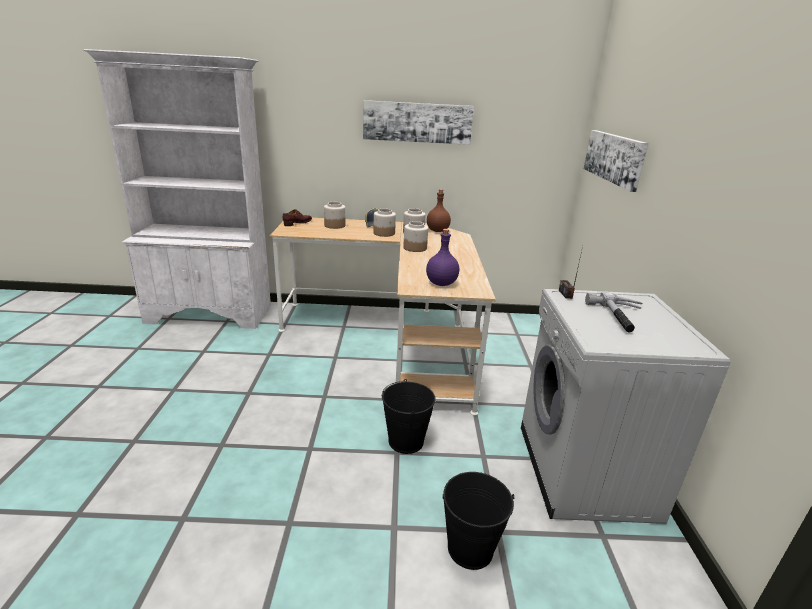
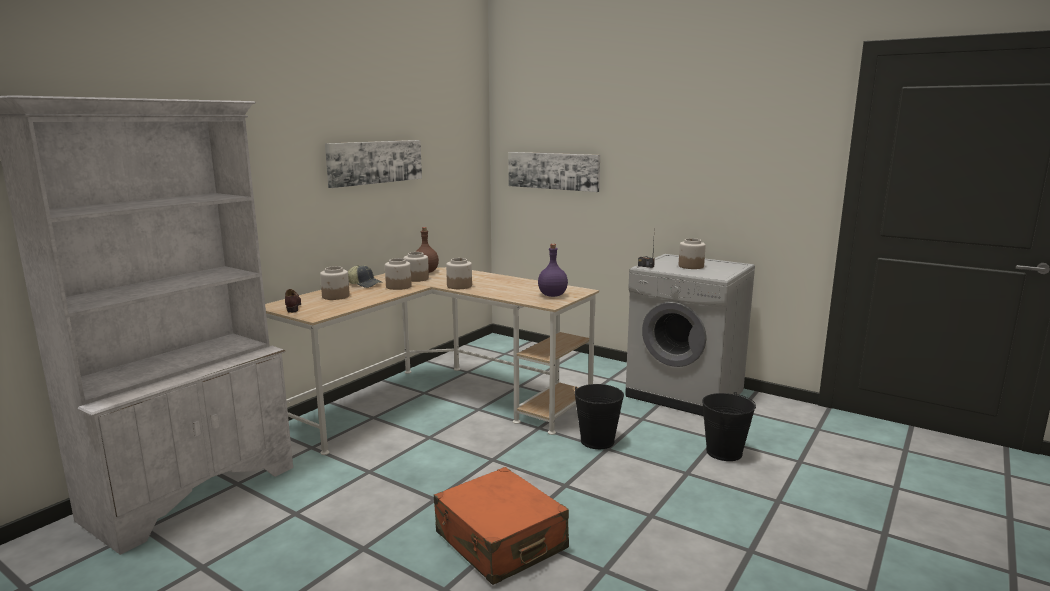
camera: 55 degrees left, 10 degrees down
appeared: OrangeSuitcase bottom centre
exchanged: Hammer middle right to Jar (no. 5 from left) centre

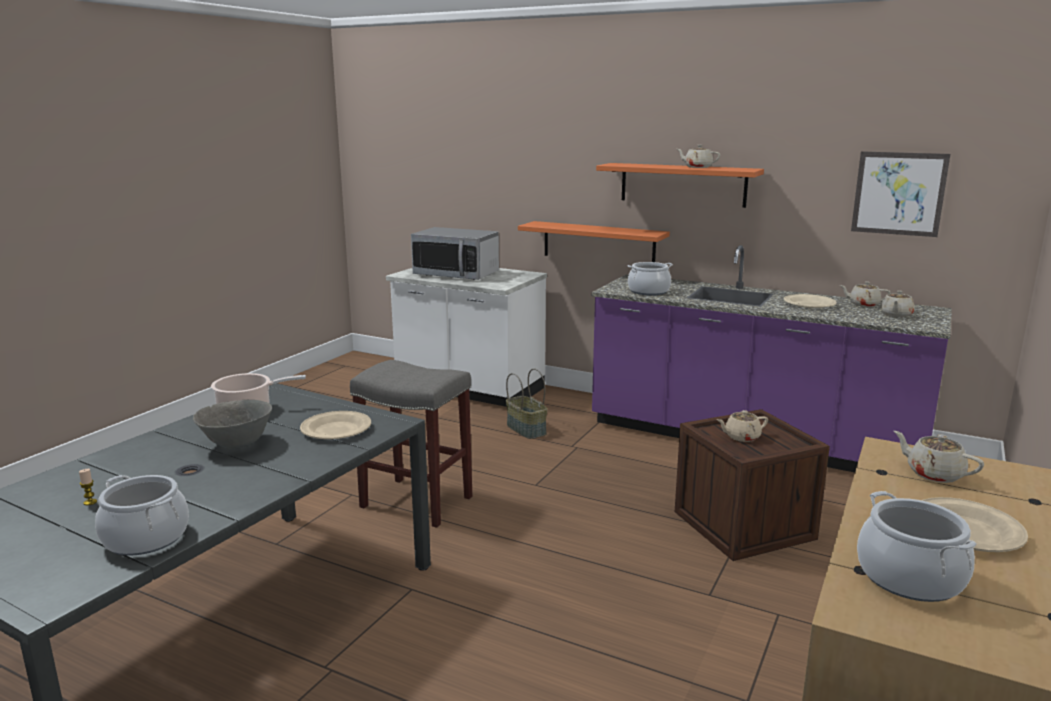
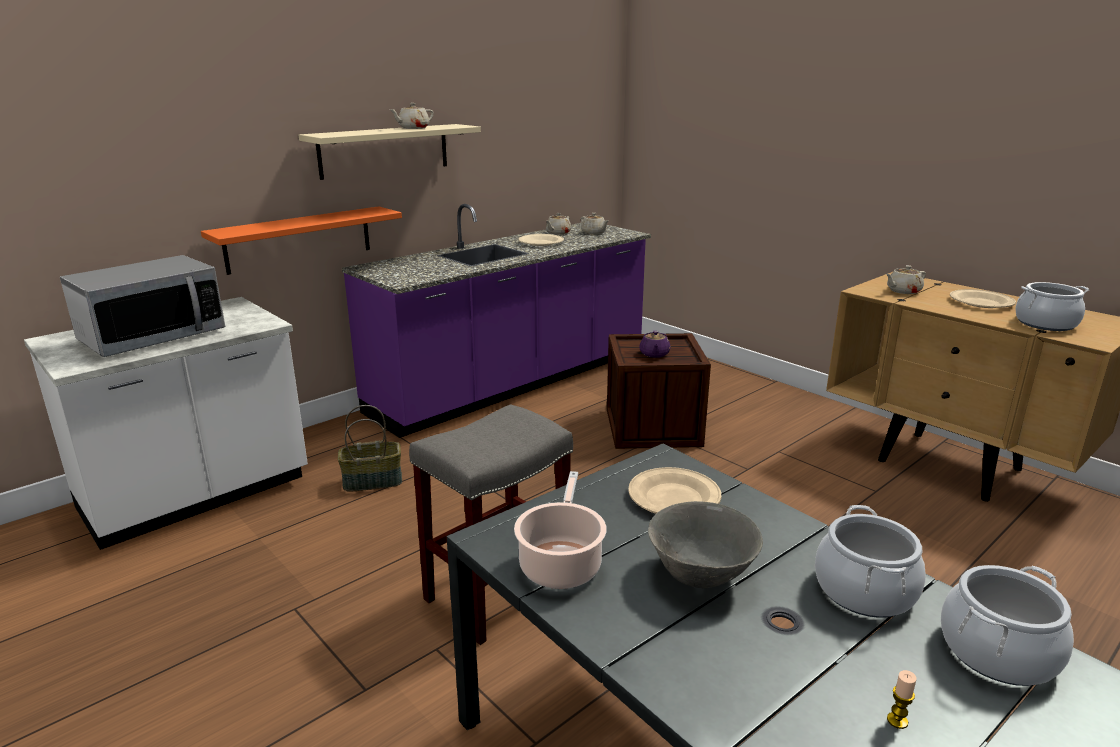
camera: 70 degrees left, 5 degrees up
missing: Picture top right
relocated: CookingPot (no. 3 from left in the first image) centre to CookingPot (no. 2 from left) bottom right
colour: OrangeShelf (no. 2 from left) top centre to BeigeShelf top centre; BeigeTeapot (no. 2 from left) middle right to PurpleTeapot centre

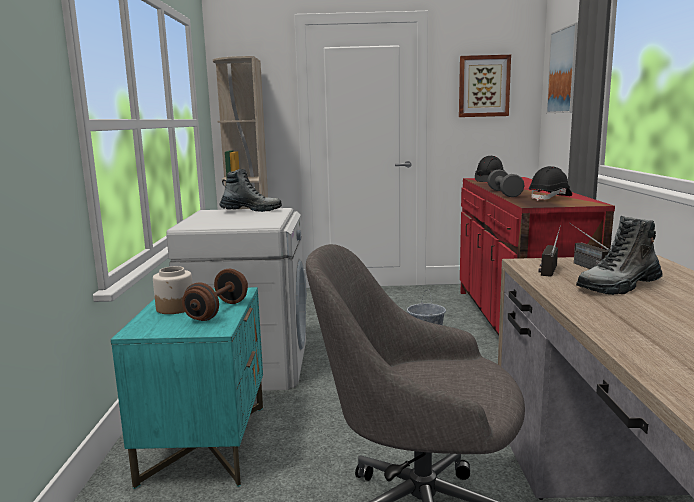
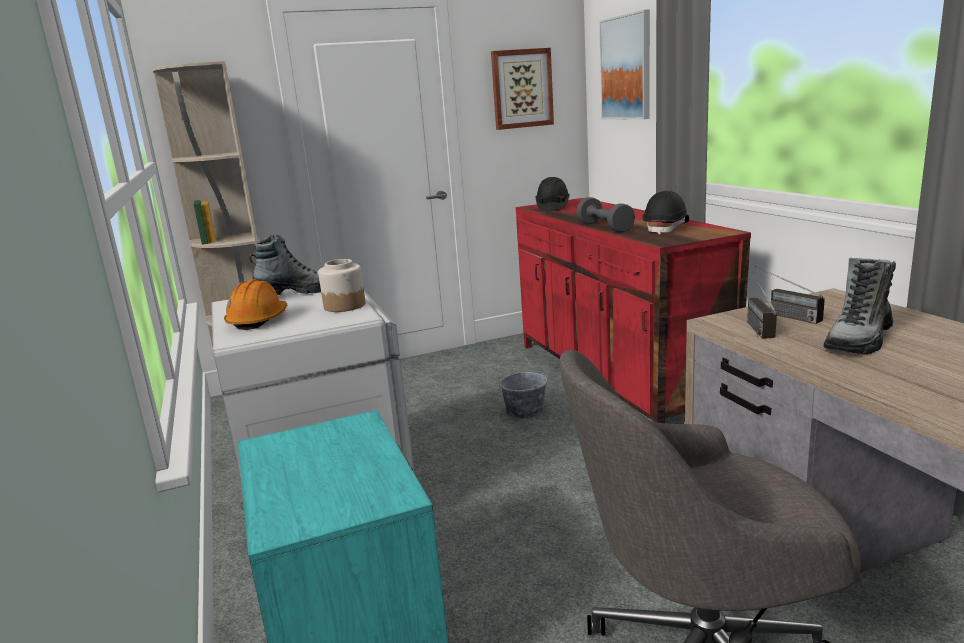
camera: 20 degrees left, 5 degrees up
missing: BrownDumbbell middle left
appeared: OrangeHardHat middle left
relocated: Jar middle left to centre

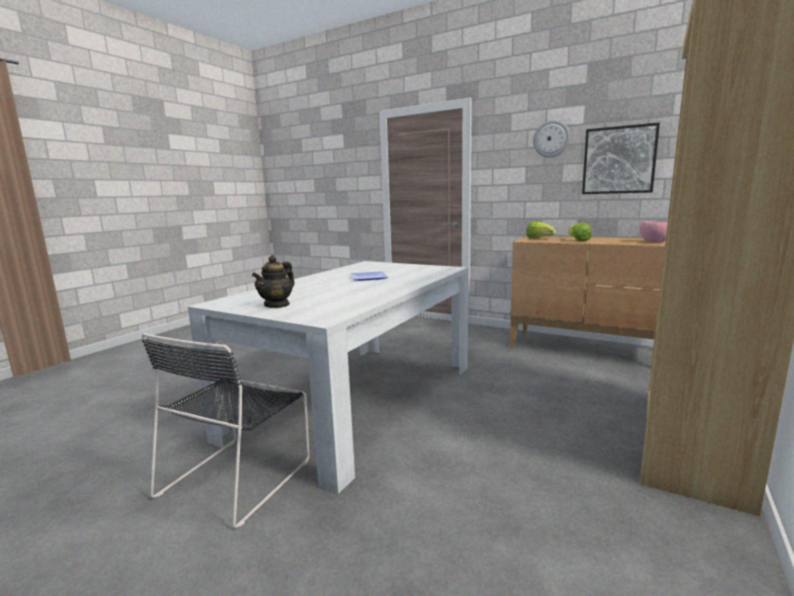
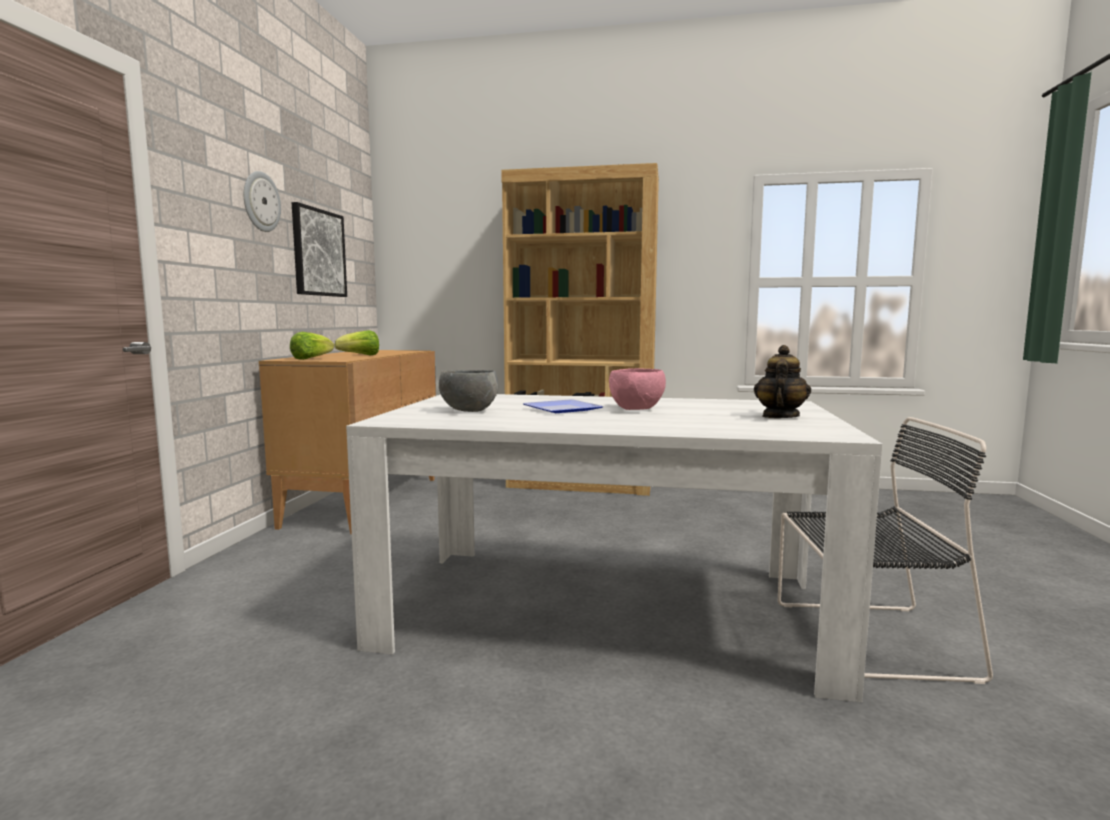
camera: 110 degrees left, 5 degrees down
appeared: GreyBowl centre
relocated: PinkBowl middle right to centre
spun: Teapot centre = middle right 75 degrees counterclockwise

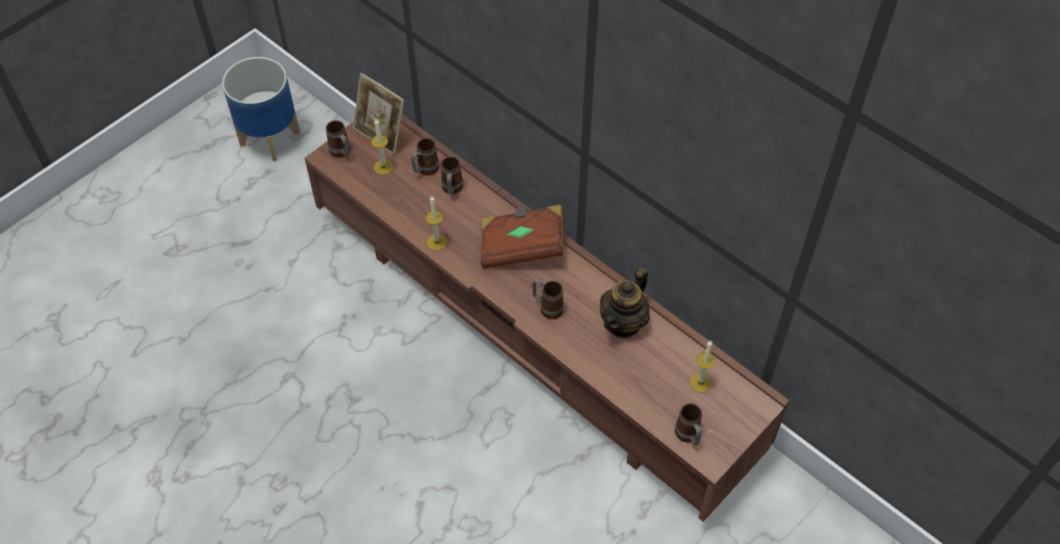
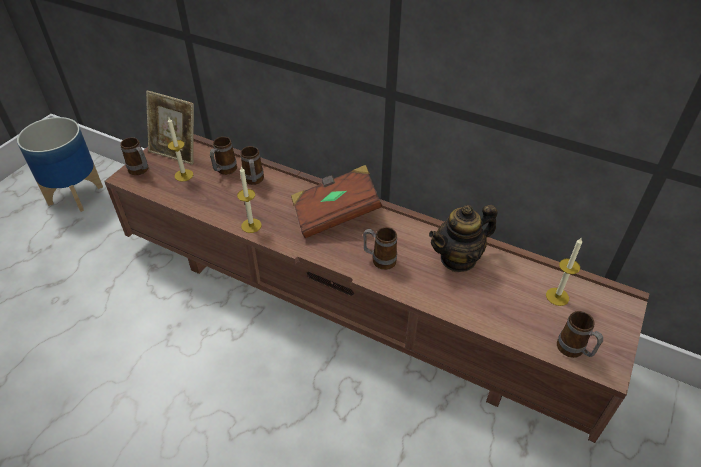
camera: 15 degrees left, 10 degrees down
spun: Teapot centre = centre 45 degrees clockwise

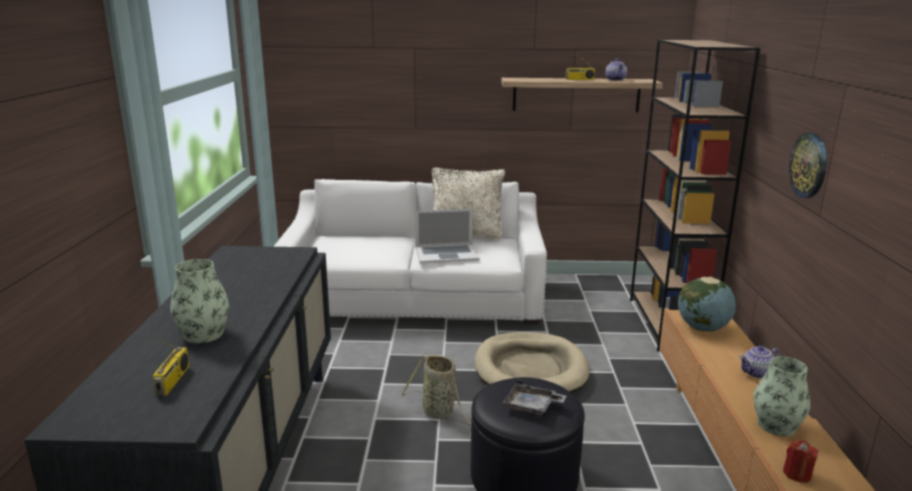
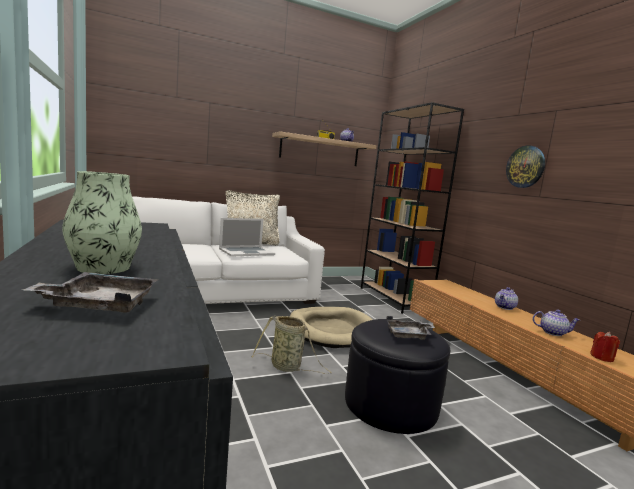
camera: 25 degrees left, 10 degrees down
missing: Globe middle right
exchanged: Radio (no. 1 from left) bottom left to GreyTray (no. 1 from left) middle left; Vase (no. 2 from left) bottom right to Teapot (no. 3 from left) middle right

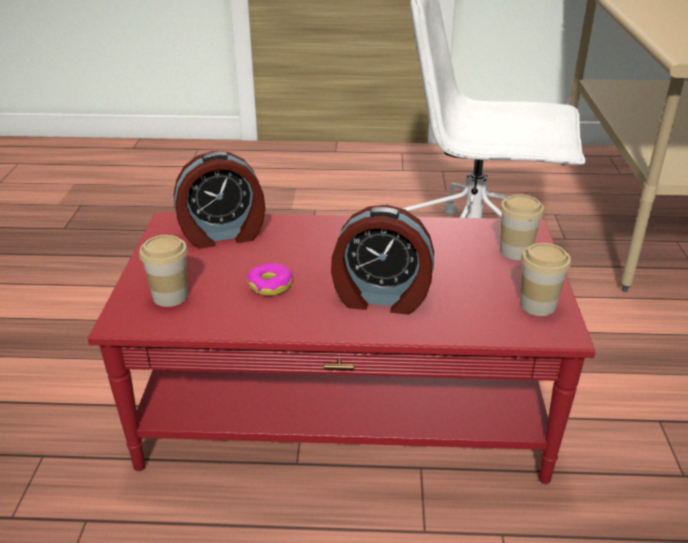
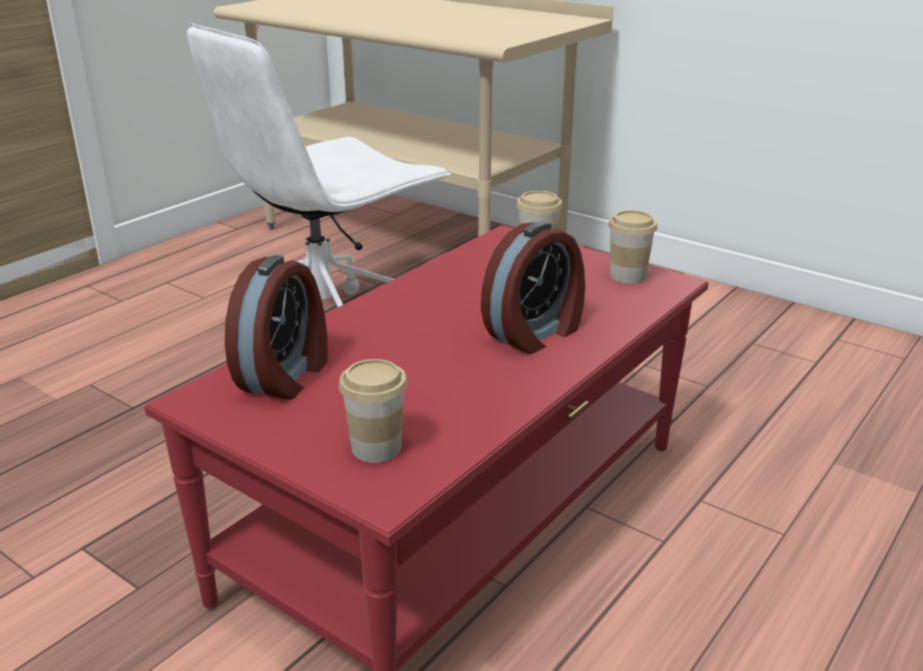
camera: 55 degrees left, 5 degrees down
missing: Donut centre

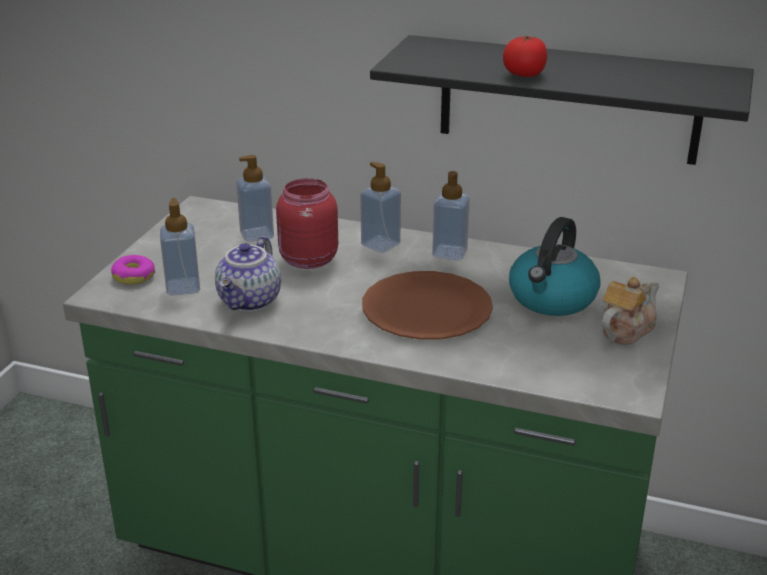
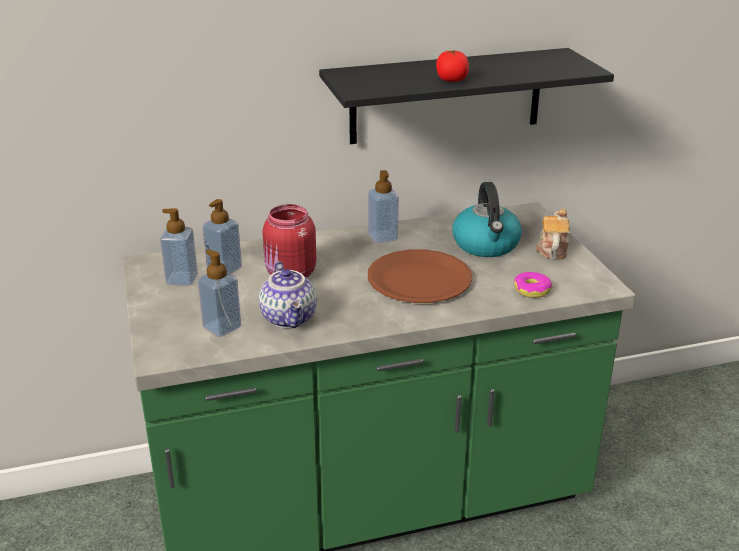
camera: 35 degrees left, 0 degrees up
relocated: SoapDispenser (no. 3 from left in the first image) centre to SoapDispenser (no. 1 from left) middle left; Donut middle left to middle right

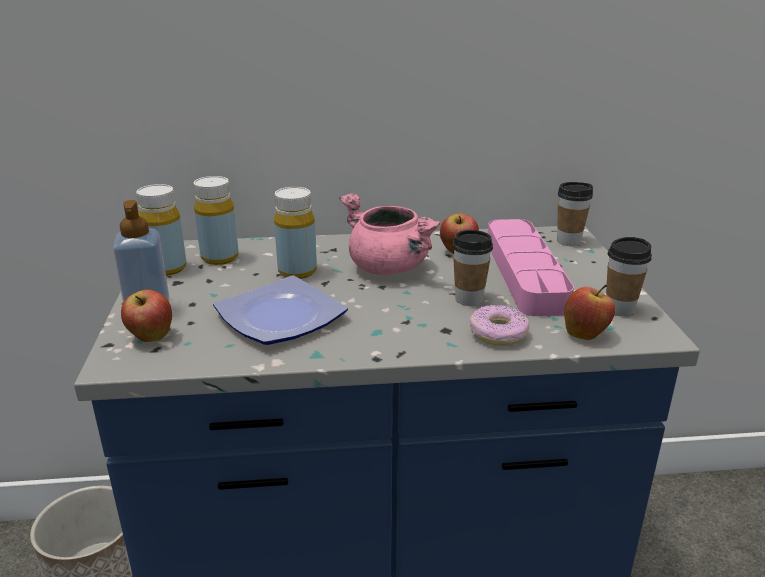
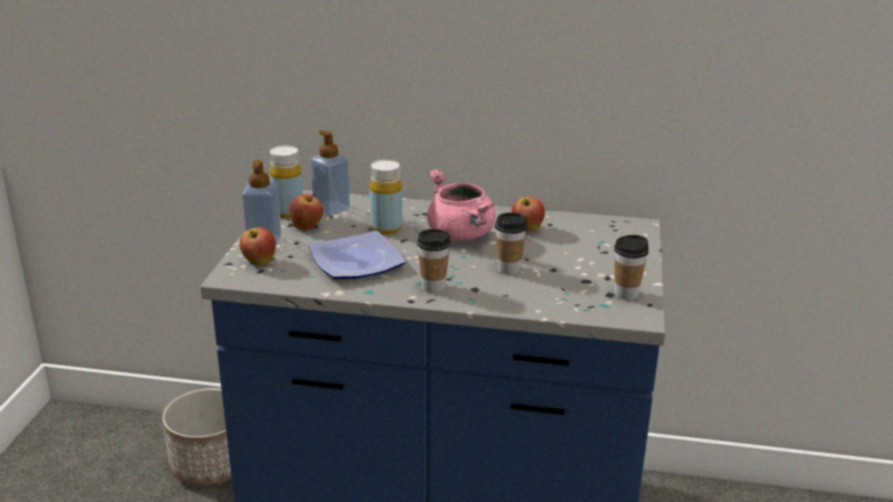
camera: 15 degrees right, 0 degrees up
missing: Donut centre; PinkTray middle right
relocated: Apple (no. 3 from left in the first image) middle right to Apple (no. 2 from left) centre; Cup (no. 2 from left in the first image) middle right to Cup (no. 1 from left) centre
exchanged: YellowBottle (no. 2 from left) middle left to SoapDispenser (no. 2 from left) centre

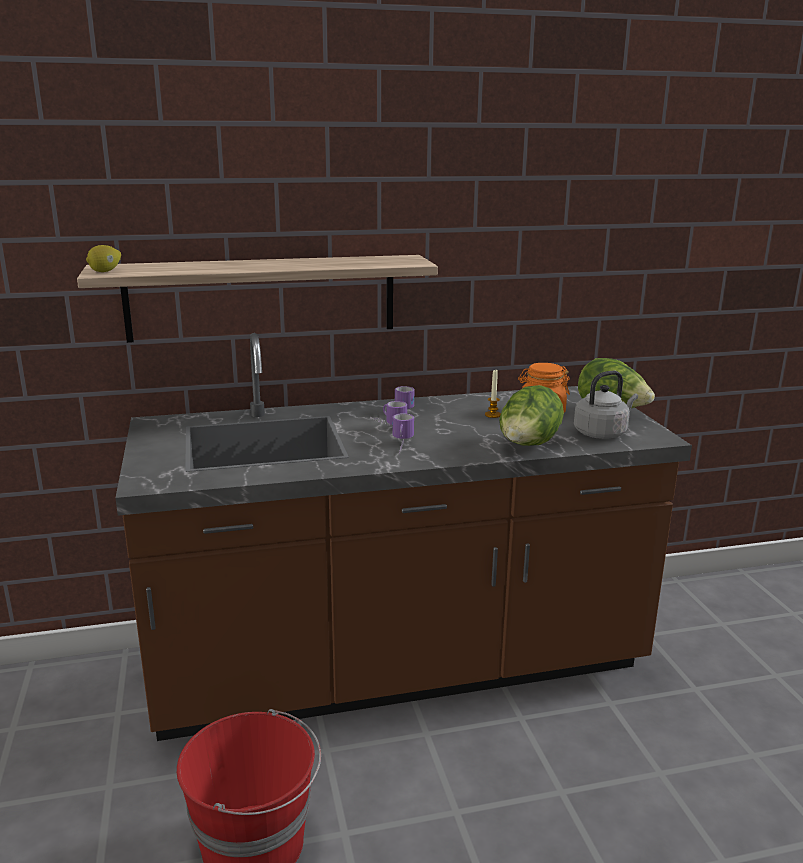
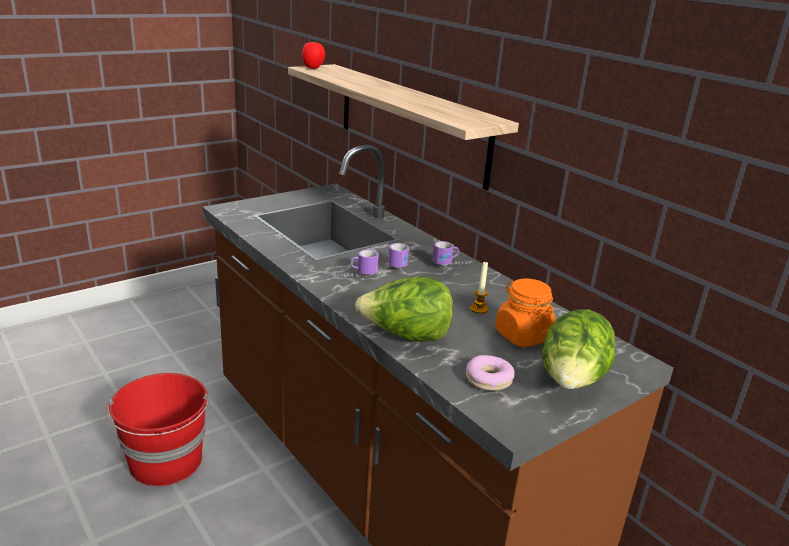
camera: 65 degrees right, 5 degrees up
exchanged: Lemon top left to Tomato top centre; GreyKettle middle right to Donut bottom centre

